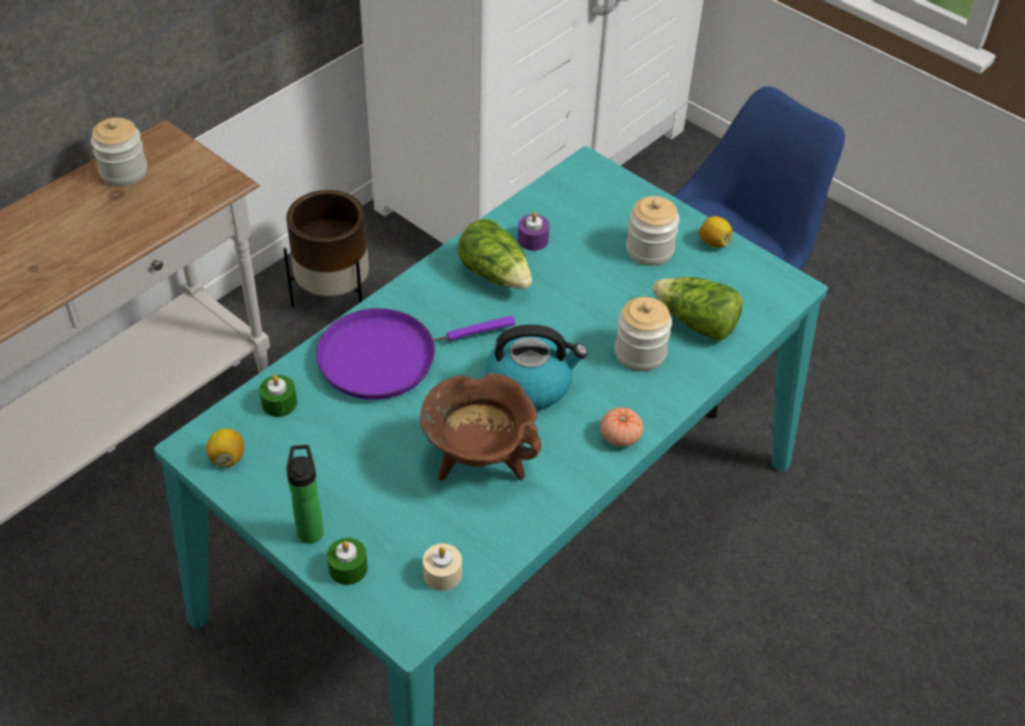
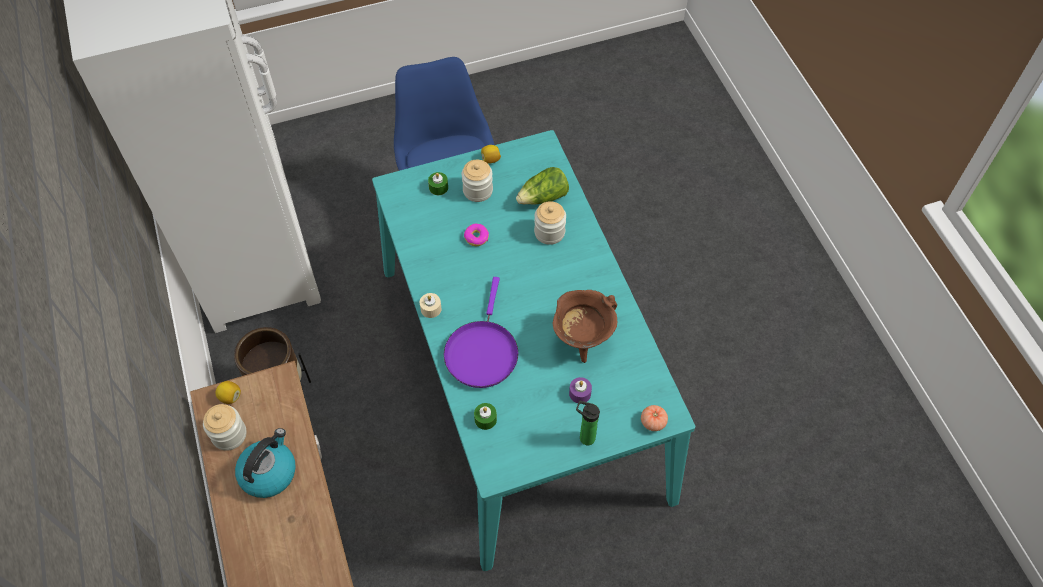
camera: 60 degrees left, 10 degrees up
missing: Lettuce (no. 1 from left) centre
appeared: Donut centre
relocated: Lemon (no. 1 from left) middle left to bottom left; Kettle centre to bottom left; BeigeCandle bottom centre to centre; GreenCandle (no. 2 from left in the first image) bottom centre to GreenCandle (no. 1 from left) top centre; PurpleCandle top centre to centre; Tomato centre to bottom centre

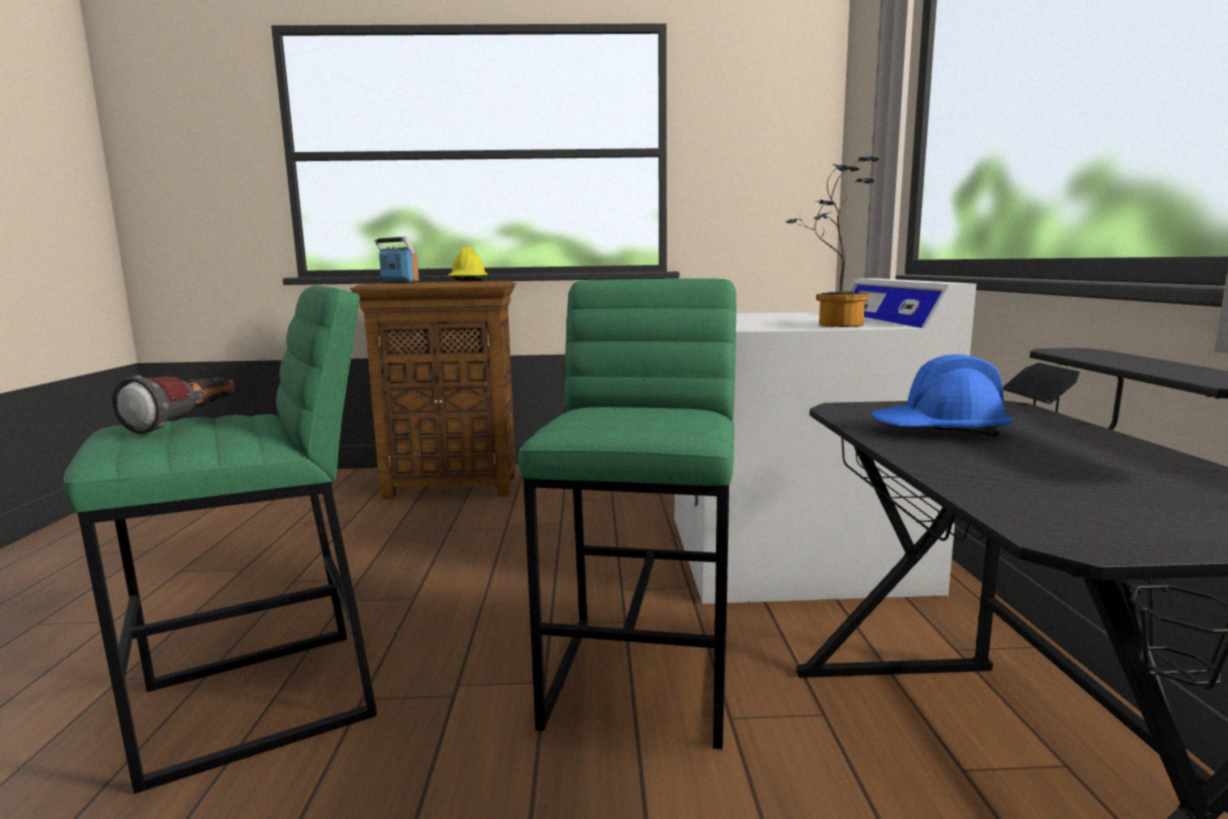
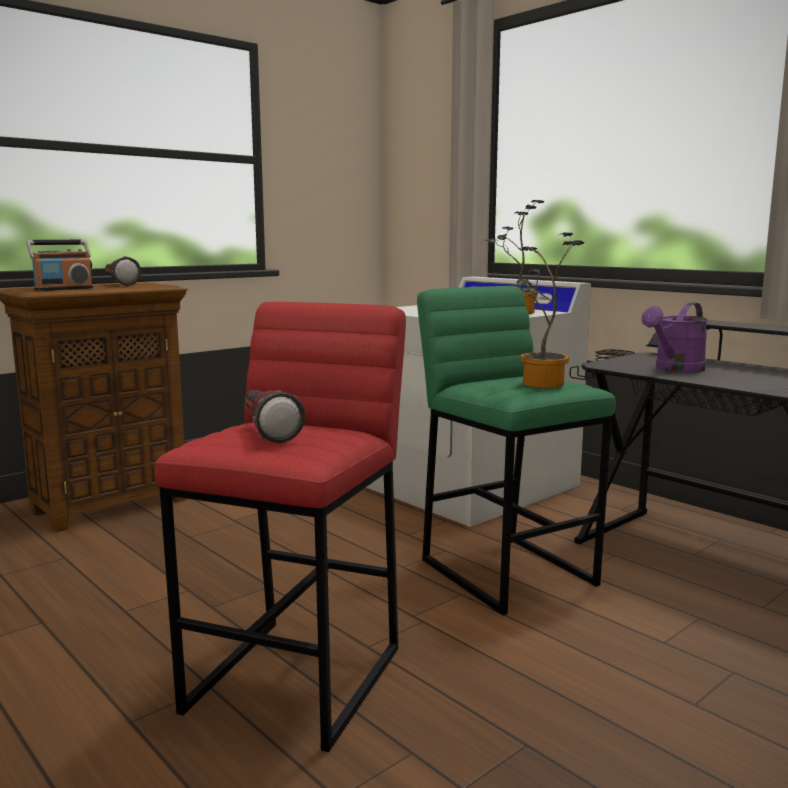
camera: 40 degrees left, 0 degrees up
appeared: PottedPlant (no. 2 from left) middle right
exchanged: YellowHardHat top centre to Flashlight (no. 1 from left) middle left; BlueHardHat middle right to PurpleWateringCan middle right
colour: GreenStool (no. 1 from left) middle left to RedStool bottom centre
spun: Radio top left = middle left 135 degrees clockwise

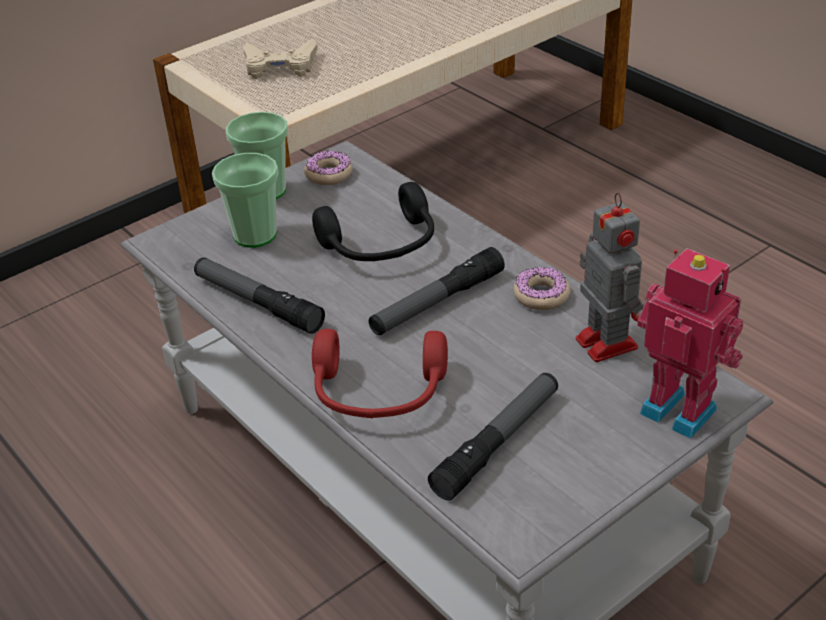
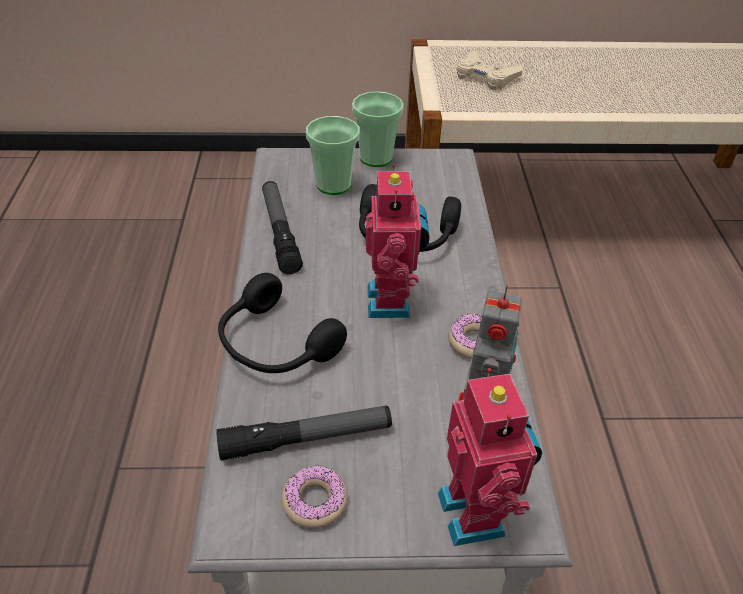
camera: 35 degrees right, 5 degrees up
relocated: Donut (no. 1 from left) top centre to bottom centre
exchanged: Flashlight (no. 2 from left) centre to ToyRobot (no. 1 from left) centre
colour: RedHeadphones centre to BlackHeadphones (no. 1 from left) centre

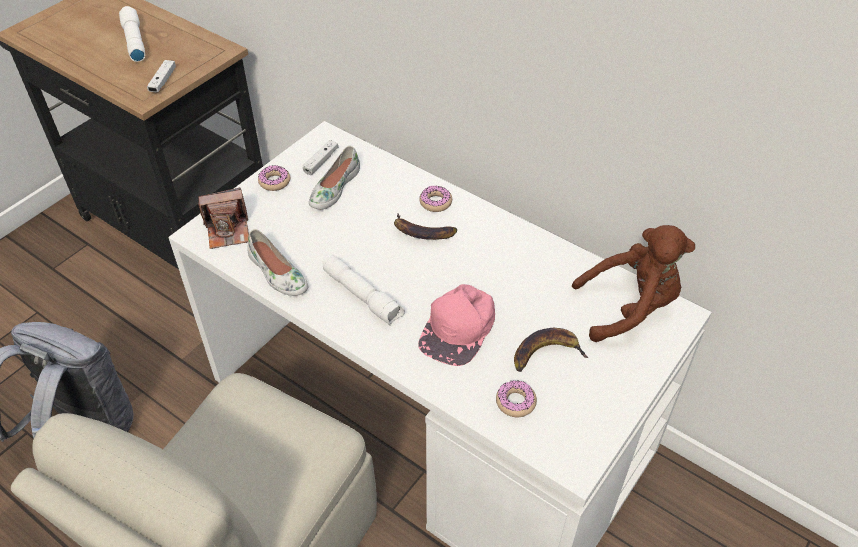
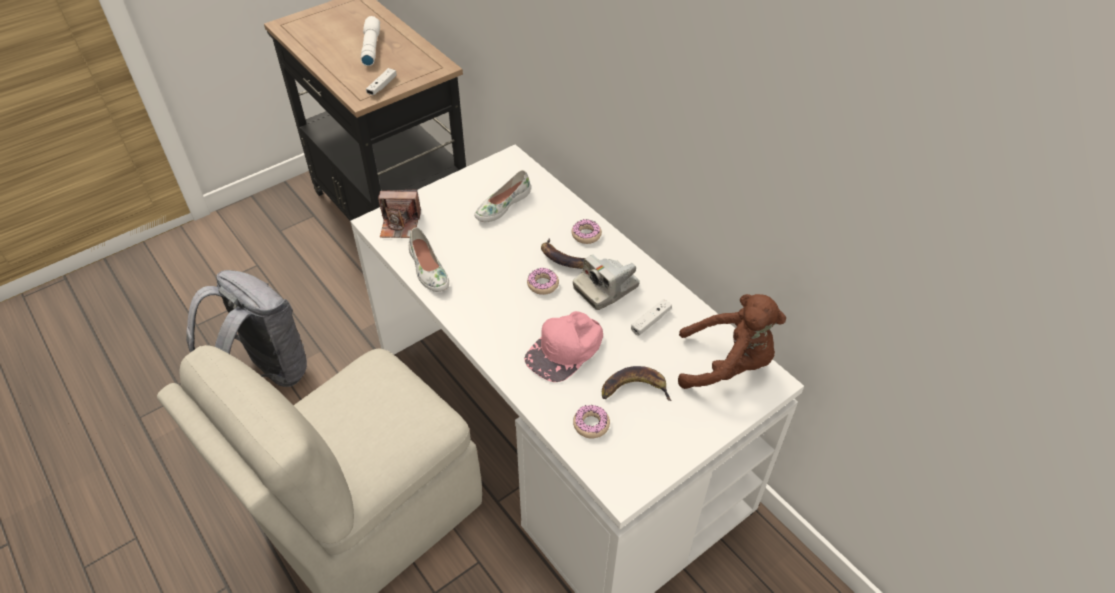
camera: 15 degrees right, 0 degrees up
missing: WhiteFlashlight (no. 2 from left) centre
appeared: PhotoCamera (no. 2 from left) centre
relocated: Donut (no. 1 from left) top left to centre; WhiteGameController (no. 2 from left) top centre to centre

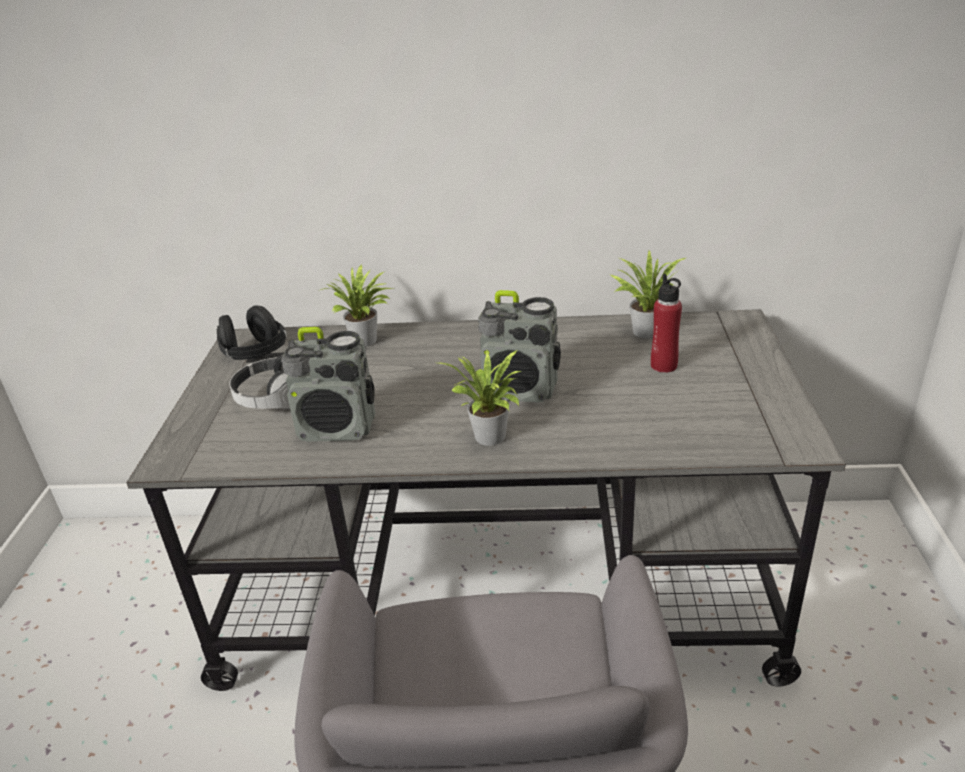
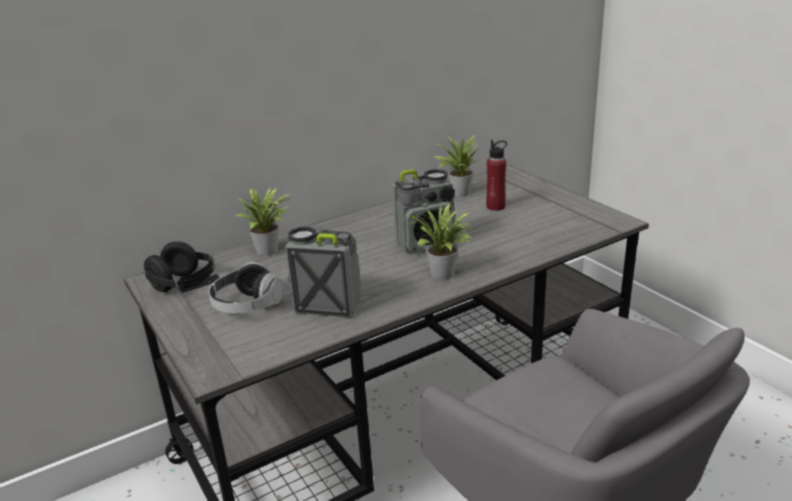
camera: 35 degrees left, 5 degrees down
spun: Radio (no. 1 from left) centre = centre 135 degrees counterclockwise

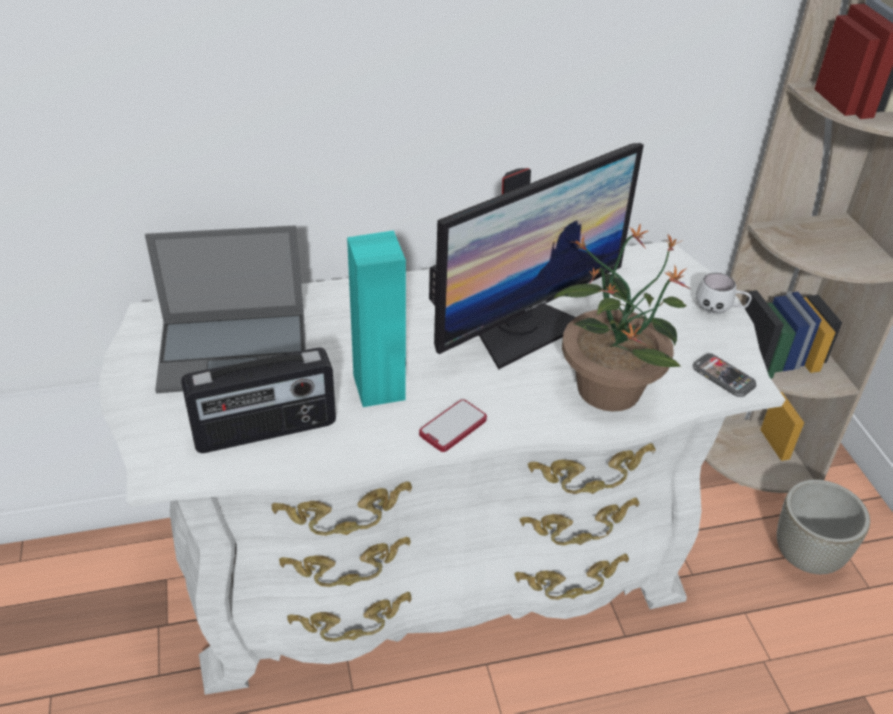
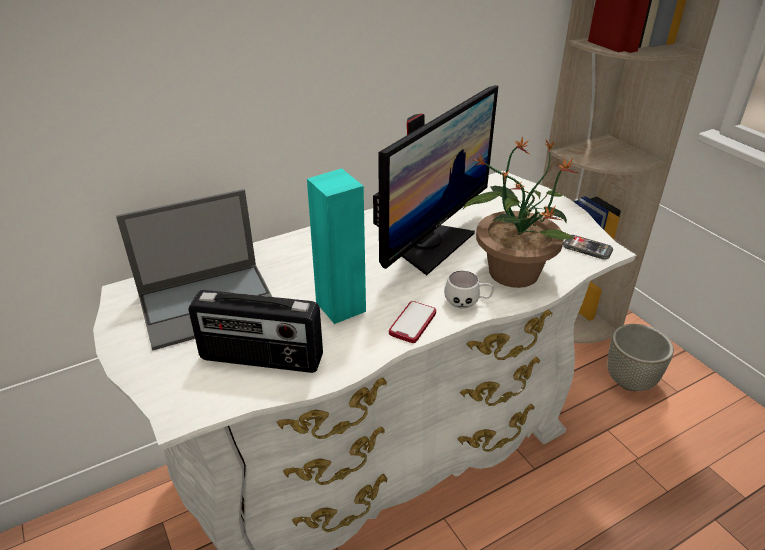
camera: 15 degrees left, 5 degrees down
relocated: WhiteMug middle right to centre
spun: Radio middle left = centre 45 degrees clockwise

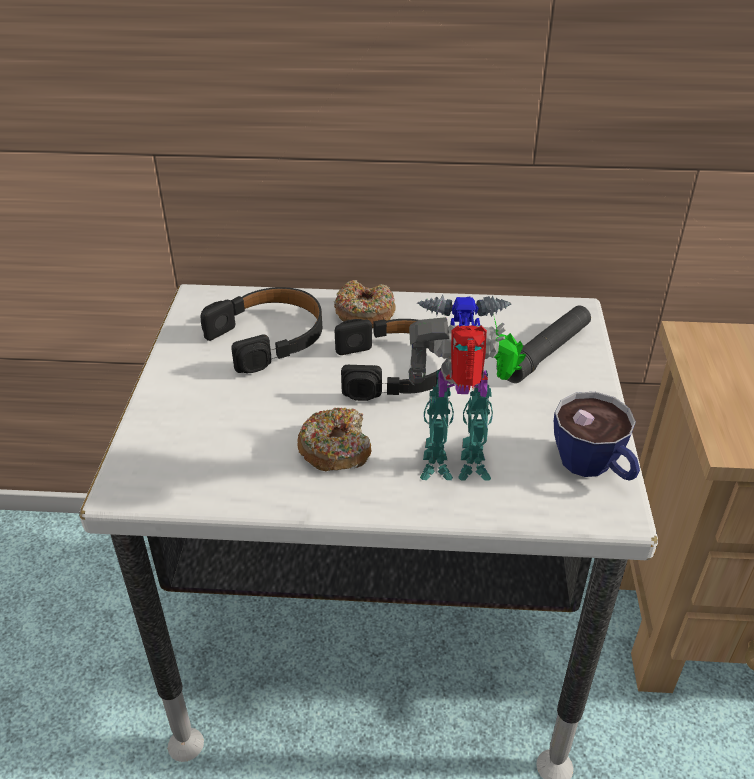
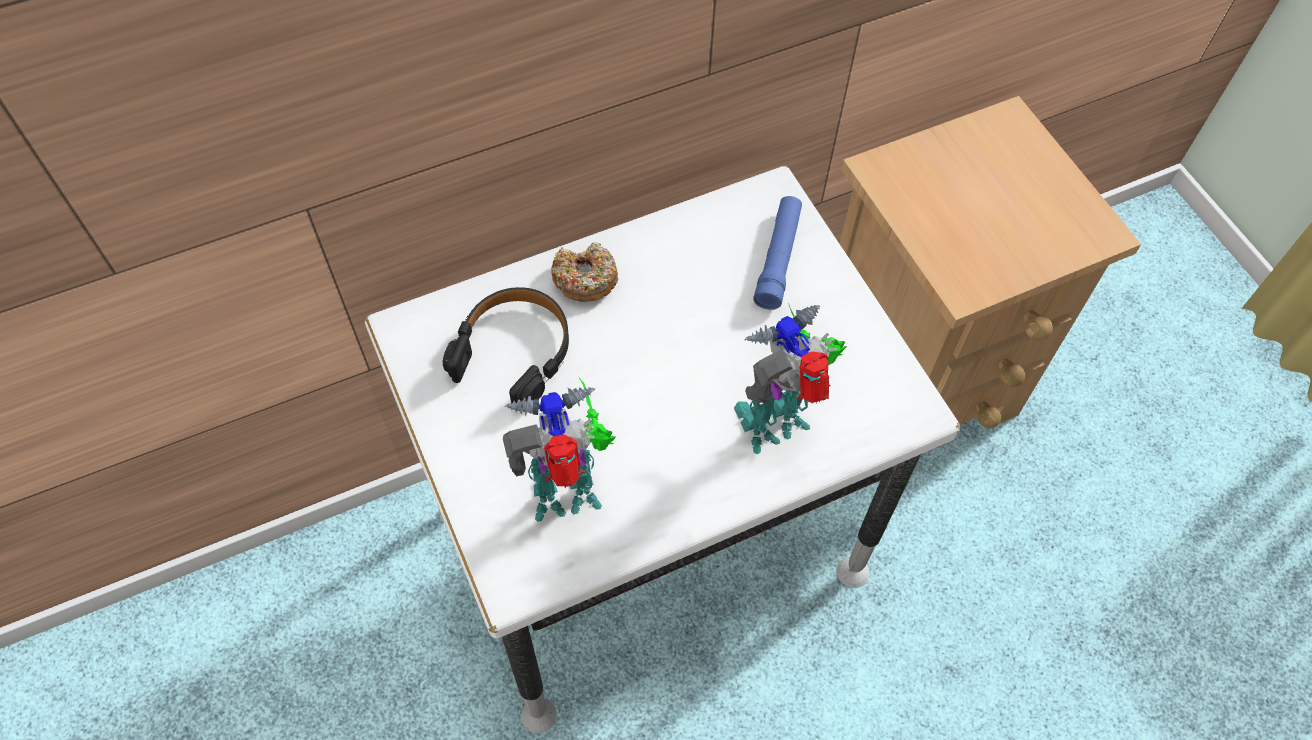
camera: 30 degrees left, 20 degrees up
missing: Donut (no. 1 from left) centre; BlackHeadphones (no. 2 from left) centre; Cup middle right
appeared: ToyRobot (no. 1 from left) centre
colour: BlackFlashlight middle right to BlueFlashlight centre

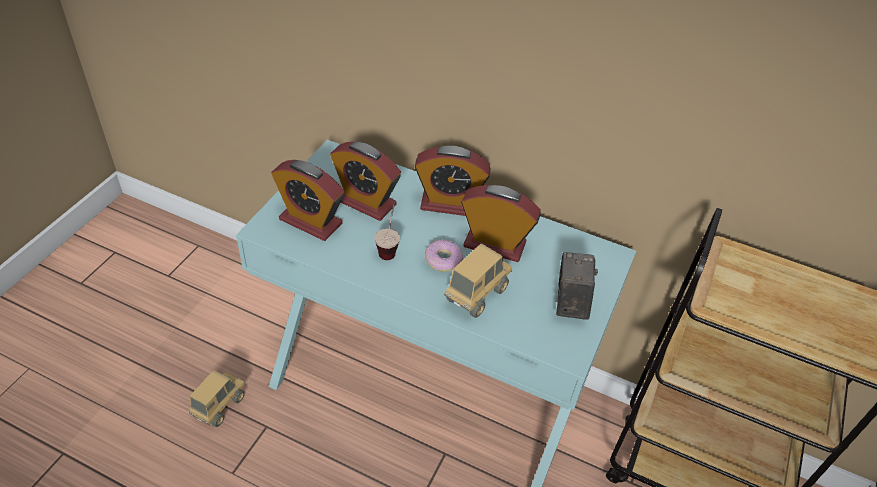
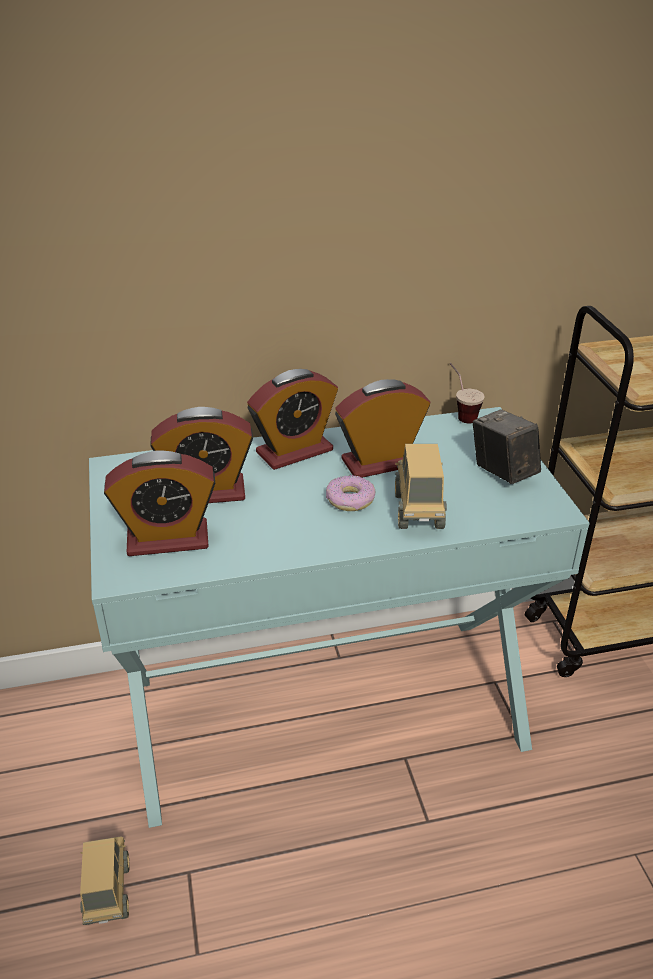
camera: 35 degrees left, 10 degrees down
relocated: Cup centre to middle right

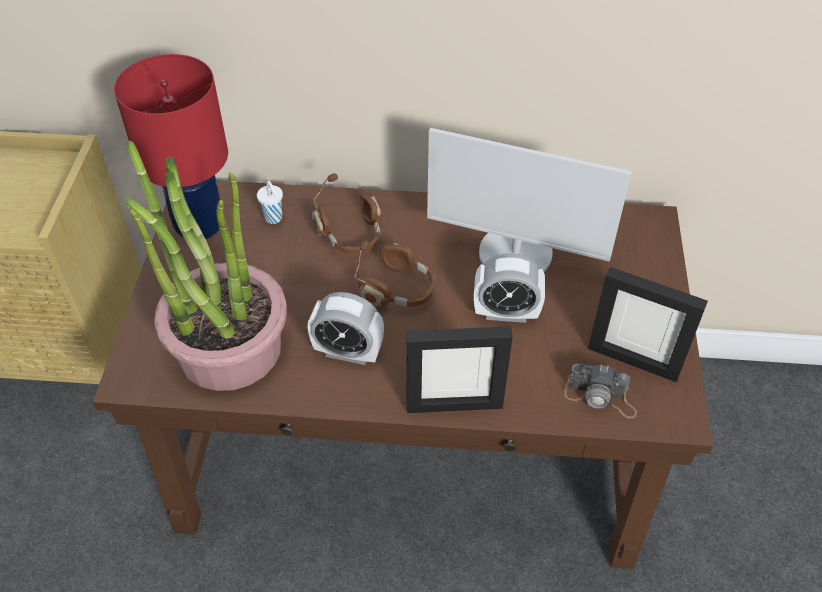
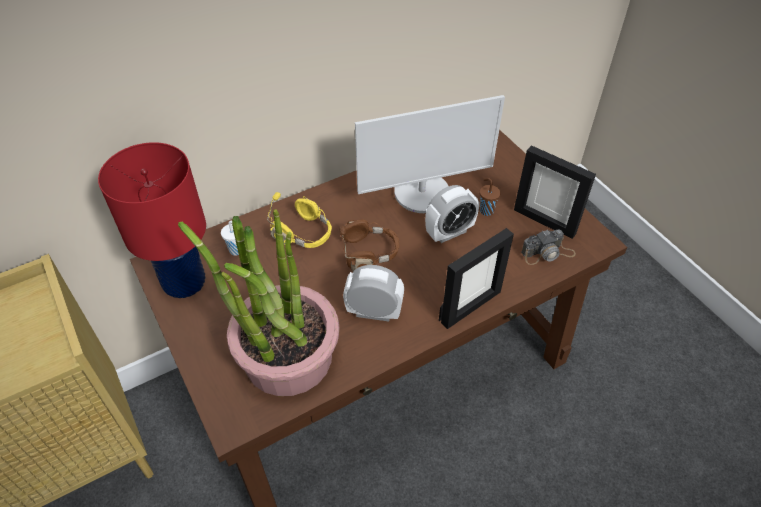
camera: 35 degrees left, 0 degrees up
appeared: BrownCup centre
colour: BrownHeadphones (no. 1 from left) centre to YellowHeadphones centre
spun: AlarmClock (no. 1 from left) centre = centre 150 degrees counterclockwise; PictureFrame (no. 2 from left) middle right = middle right 45 degrees clockwise

